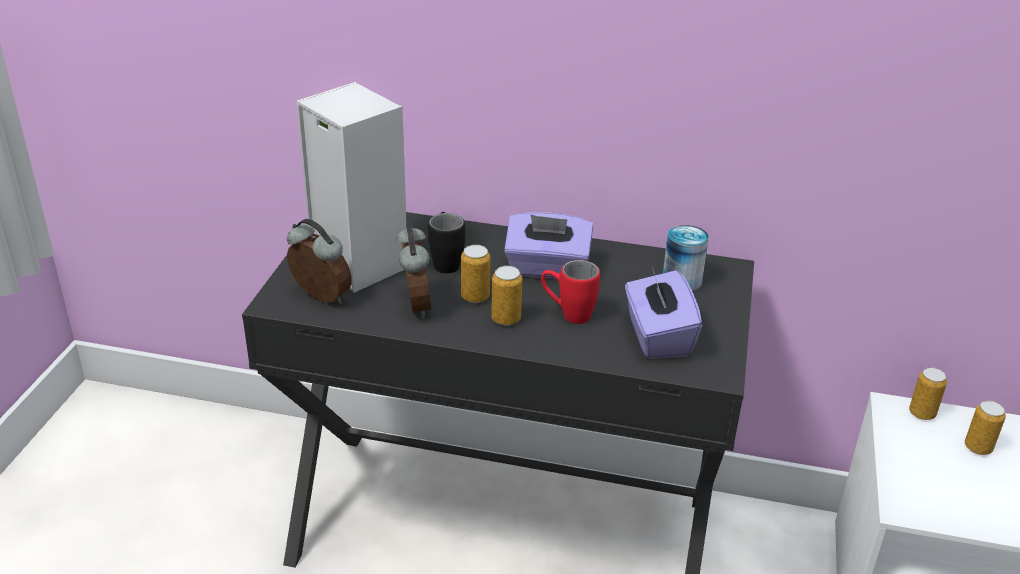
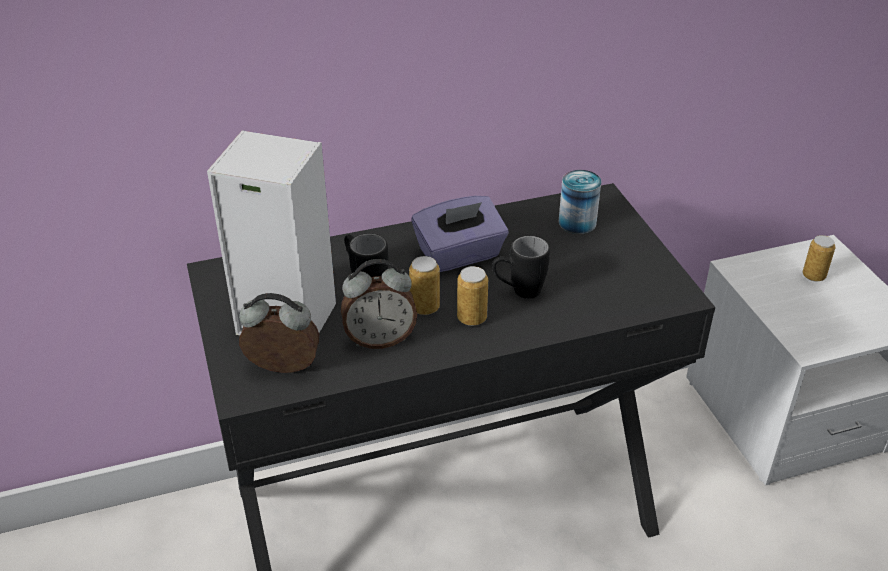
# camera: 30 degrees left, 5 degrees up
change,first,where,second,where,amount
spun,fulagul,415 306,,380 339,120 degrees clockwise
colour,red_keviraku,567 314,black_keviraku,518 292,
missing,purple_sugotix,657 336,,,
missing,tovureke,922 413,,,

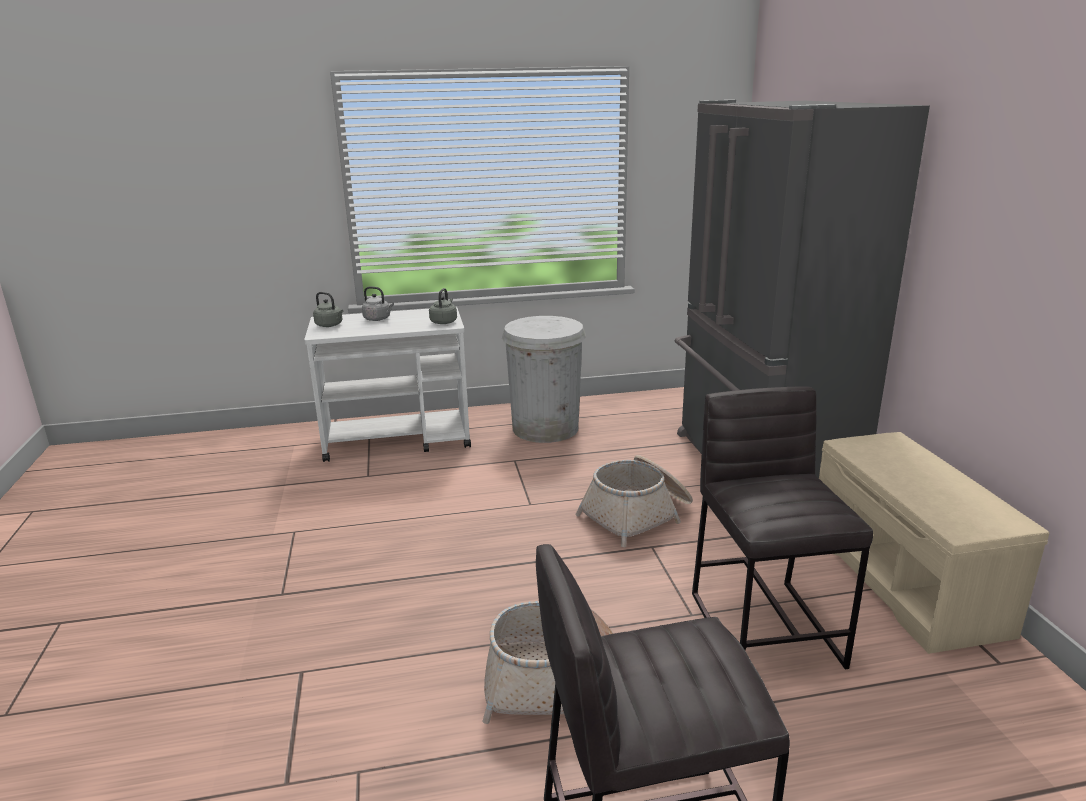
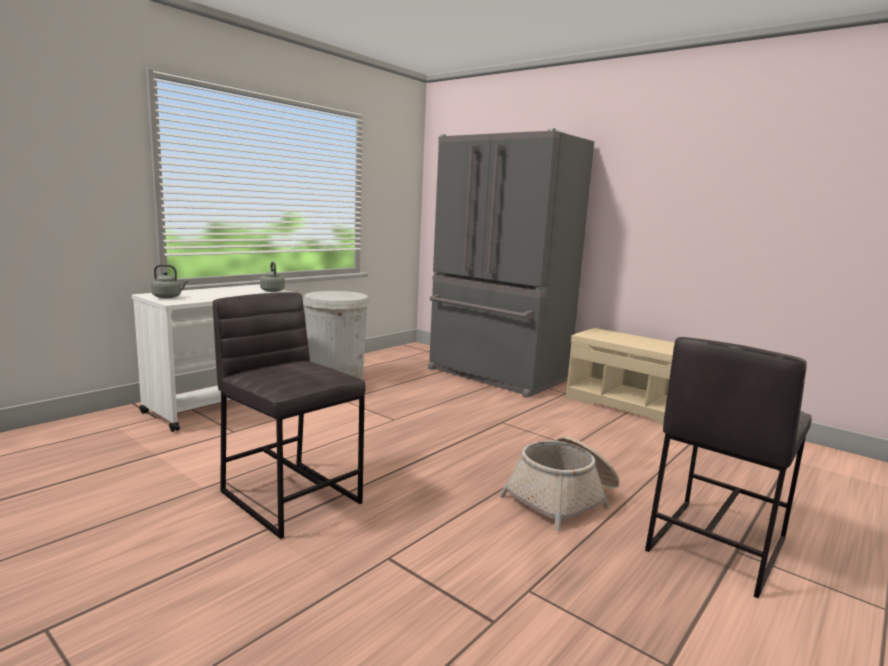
# camera: 40 degrees left, 10 degrees down
change,first,where,second,where,amount
missing,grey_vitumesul,378 319,,,
missing,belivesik,638 515,,,
relocated,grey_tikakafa,766 627,,291 496,

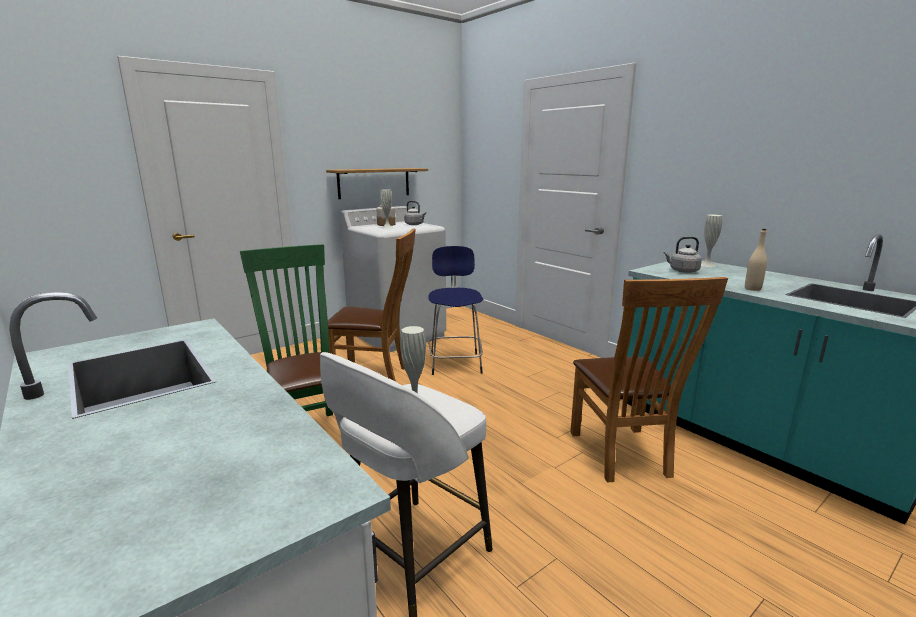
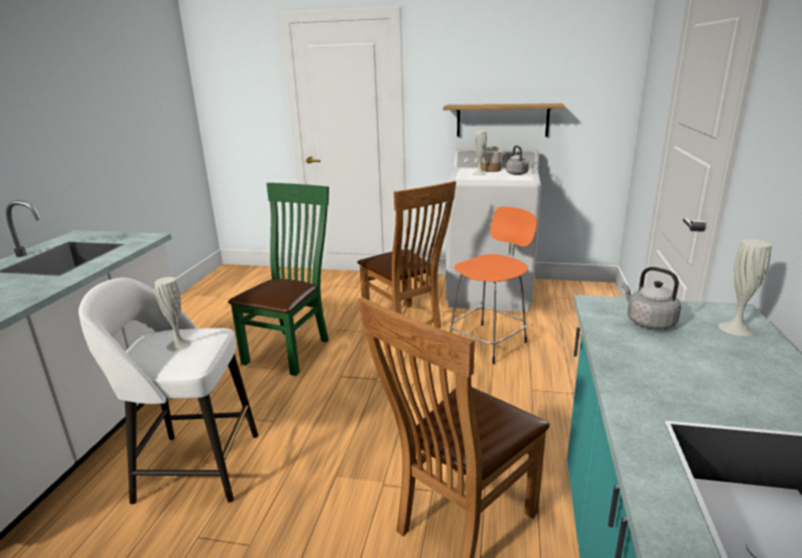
# camera: 50 degrees right, 5 degrees up
change,first,where,second,where,amount
colour,blue_tikakafa,455 362,orange_tikakafa,489 342,
missing,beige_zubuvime,752 289,,,

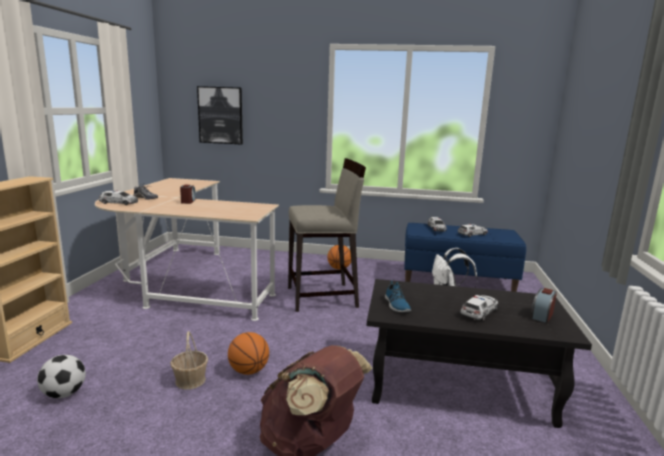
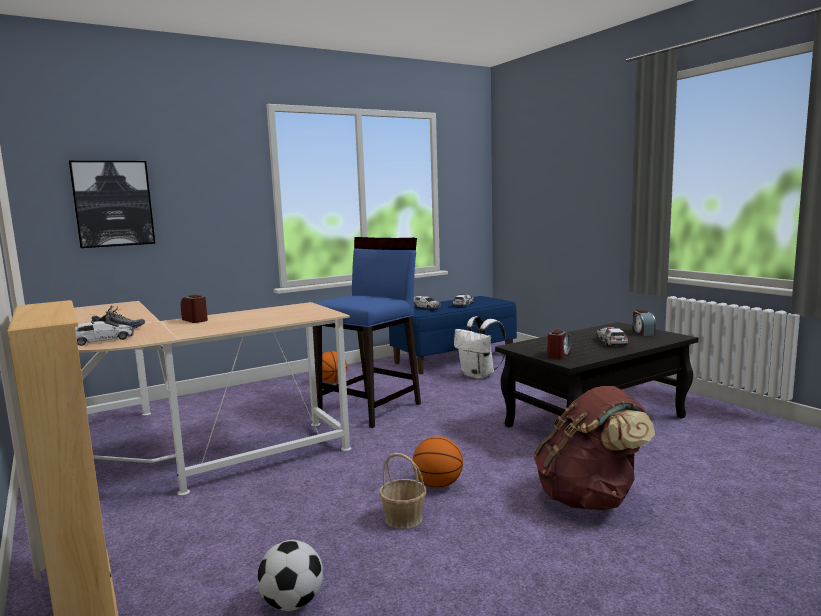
# camera: 40 degrees left, 5 degrees down
change,first,where,second,where,amount
colour,beige_tikakafa,323 297,blue_tikakafa,371 408,
exchanged,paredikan,396 305,fulagul,558 355,

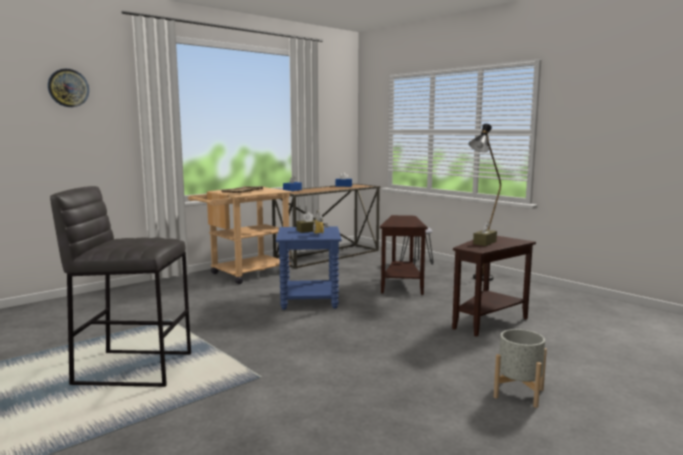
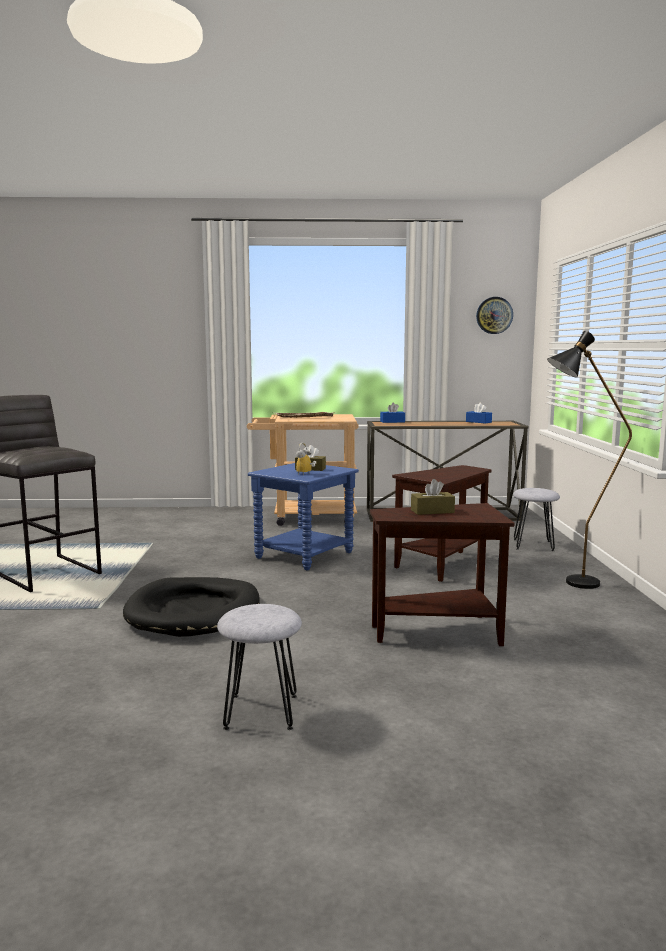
# camera: 40 degrees right, 0 degrees up
change,first,where,second,where,amount
relocated,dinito,68 88,,494 315,
exchanged,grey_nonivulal,518 393,grey_tikakafa,261 712,
appeared,,,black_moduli,194 612,

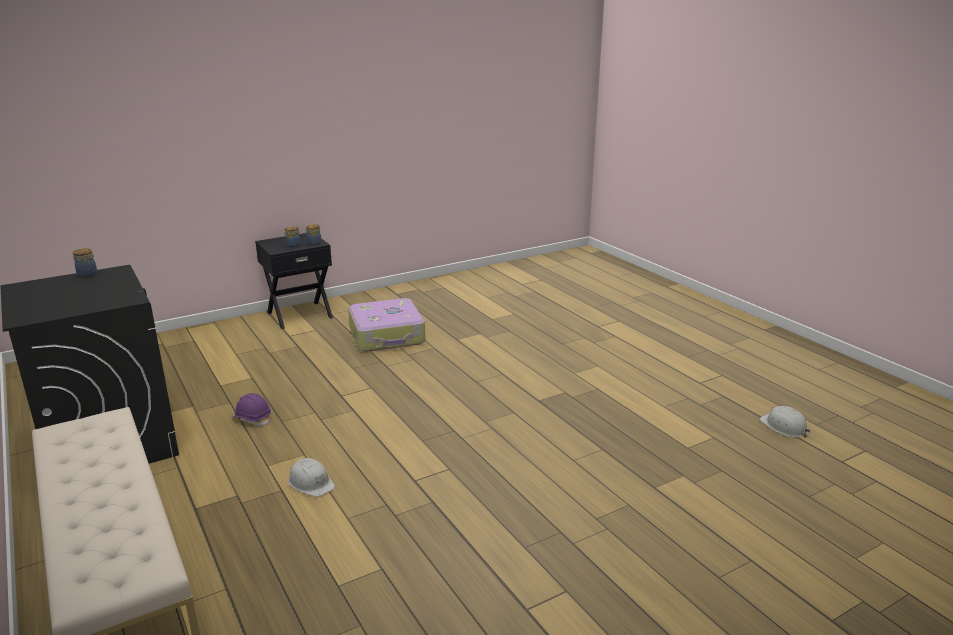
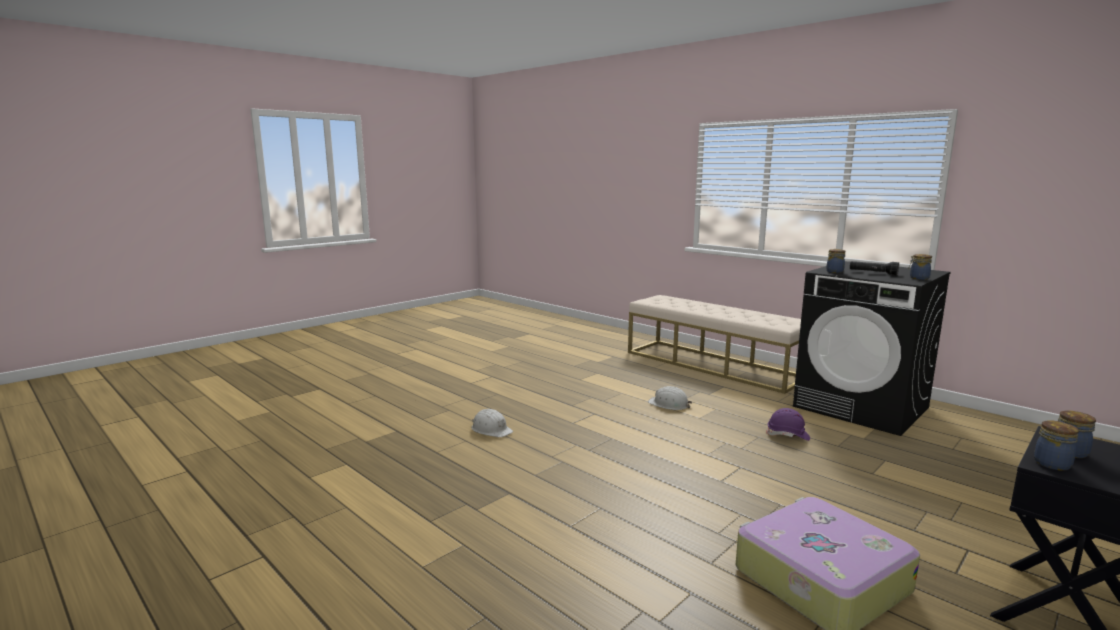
# camera: 165 degrees right, 10 degrees down
change,first,where,second,where,amount
relocated,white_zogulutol,784 426,,491 429,
appeared,,,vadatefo,834 271,
appeared,,,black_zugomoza,873 273,

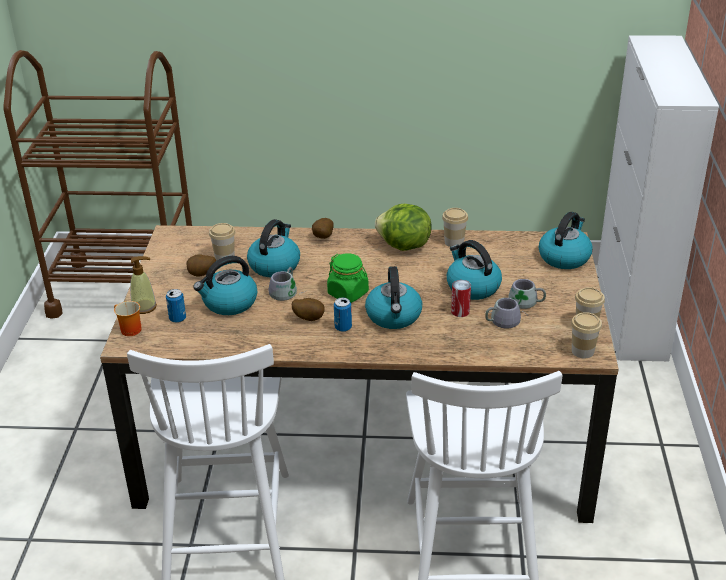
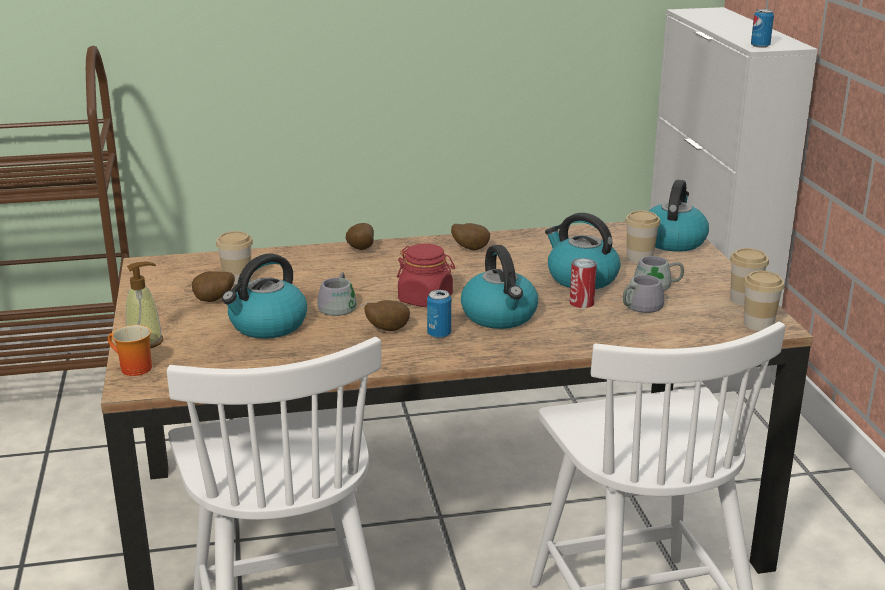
# camera: 15 degrees left, 10 degrees down
change,first,where,second,where,amount
relocated,tovureke,177 319,,760 46,
missing,vitumesul,274 265,,,
colour,green_vadatefo,348 293,red_vadatefo,426 299,
exchanged,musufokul,403 246,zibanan,470 249,
relocated,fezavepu,454 242,,639 258,

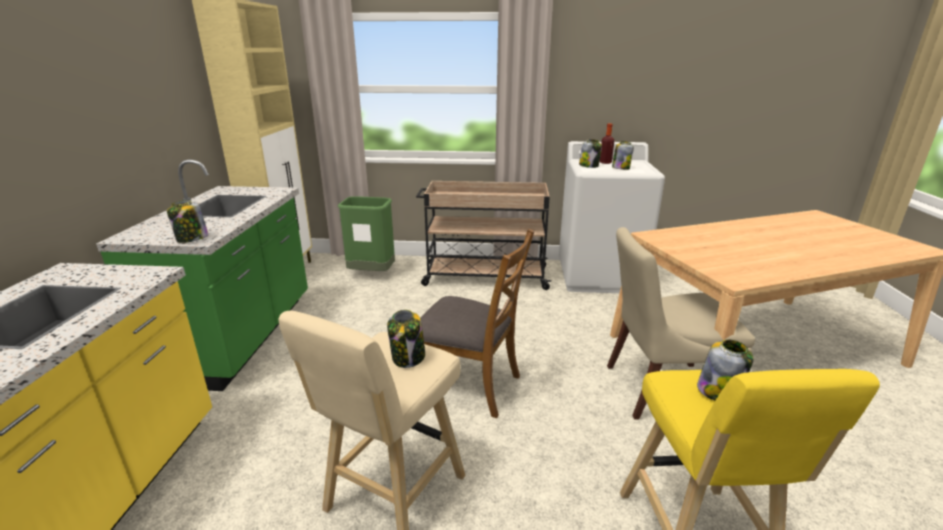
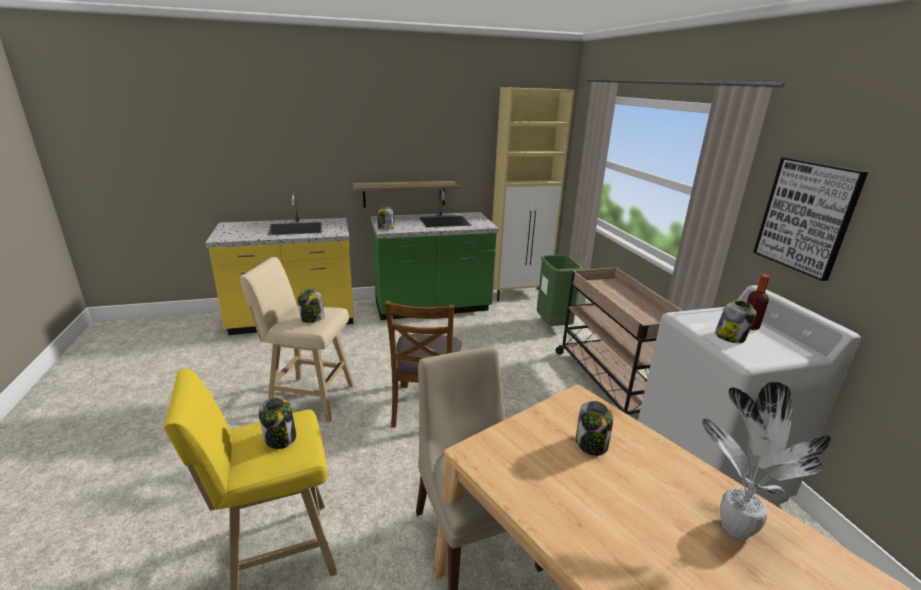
# camera: 70 degrees right, 0 degrees up
change,first,where,second,where,amount
relocated,vadatefo,589 166,,591 444,
appeared,,,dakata,404 194,
appeared,,,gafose,733 528,
appeared,,,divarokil,806 216,

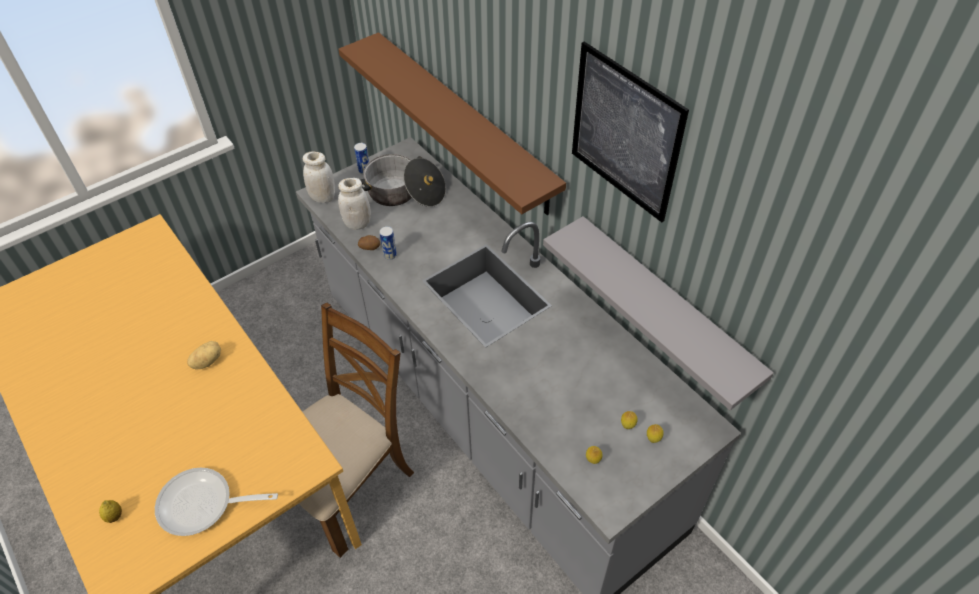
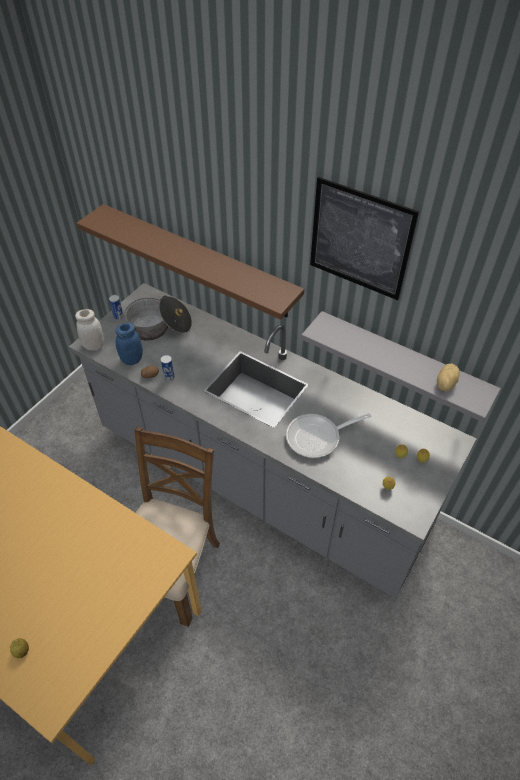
# camera: 20 degrees left, 0 degrees up
change,first,where,second,where,amount
relocated,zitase,203 505,,317 437,
relocated,zibanan,207 361,,444 384,
colour,white_vadatefo,357 223,blue_vadatefo,132 359,

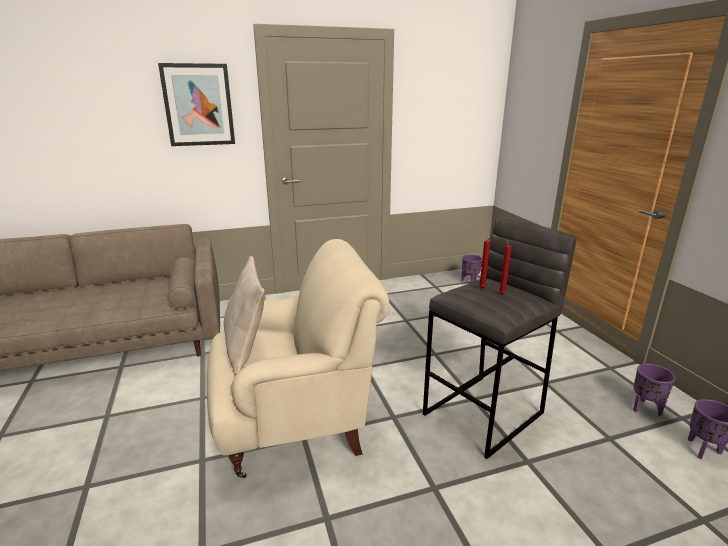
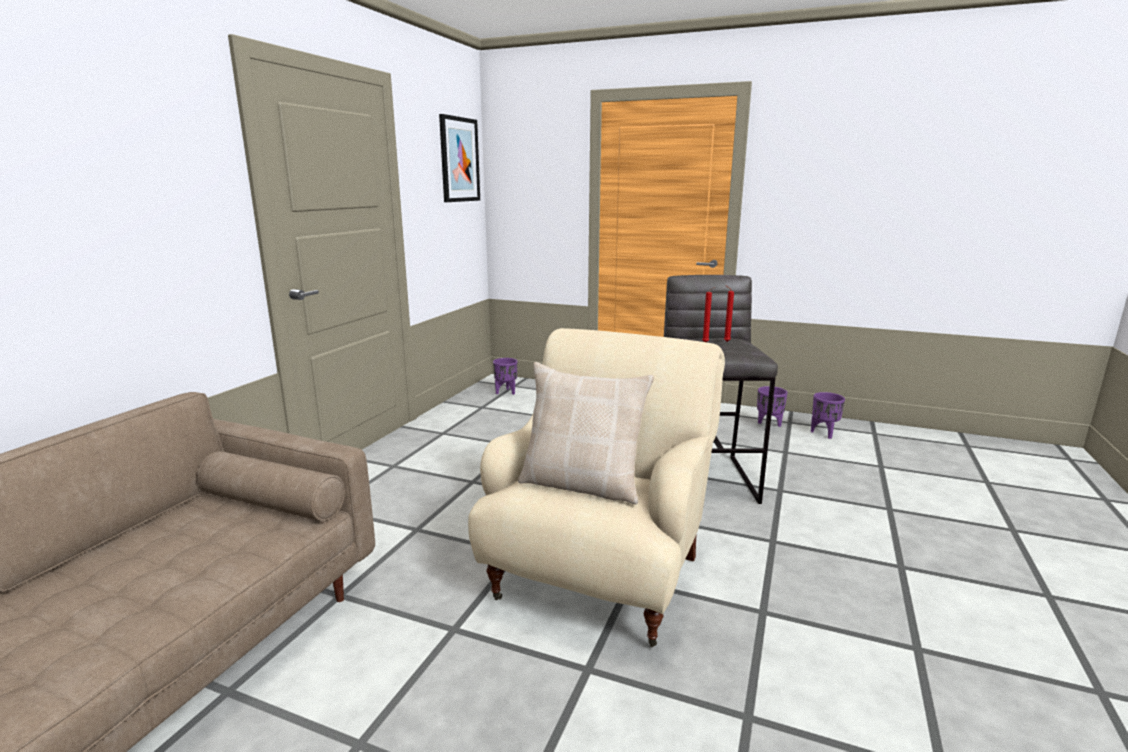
# camera: 50 degrees left, 5 degrees down
change,first,where,second,where,amount
relocated,divarokil,198 105,,459 160,

